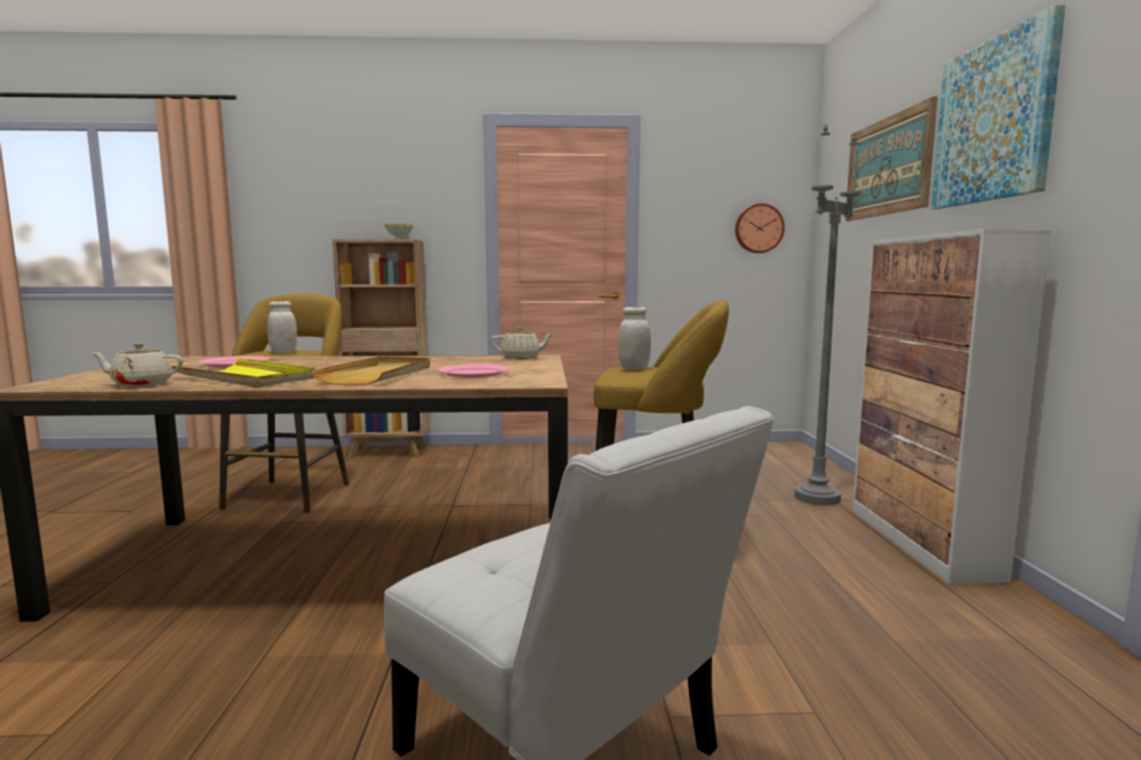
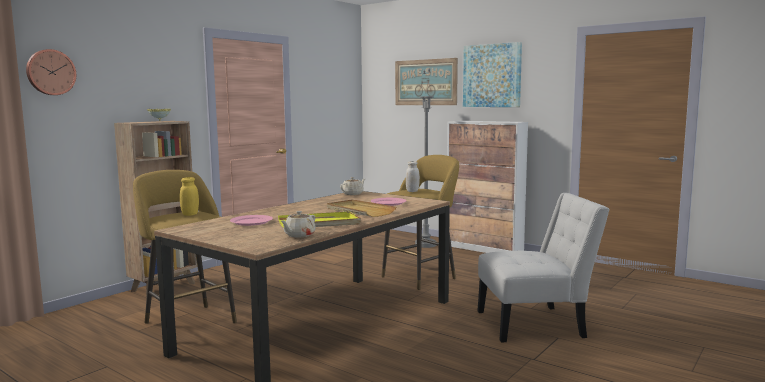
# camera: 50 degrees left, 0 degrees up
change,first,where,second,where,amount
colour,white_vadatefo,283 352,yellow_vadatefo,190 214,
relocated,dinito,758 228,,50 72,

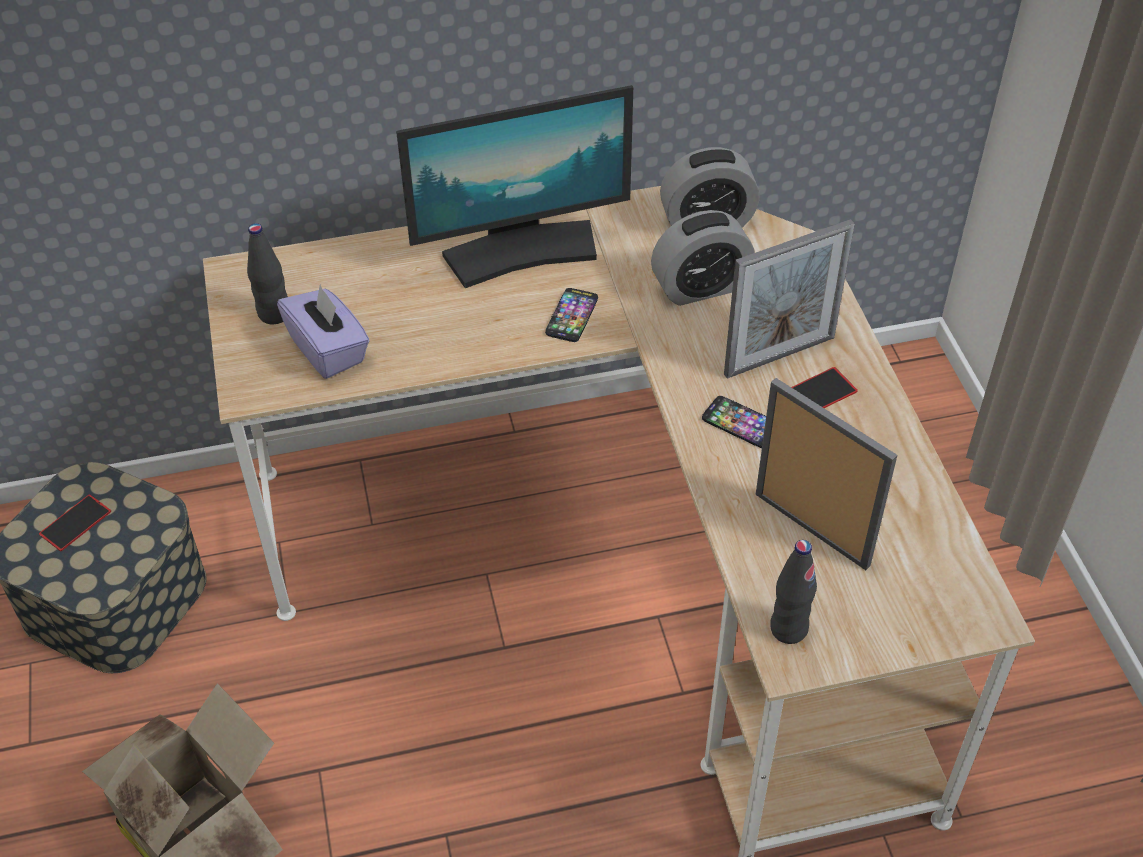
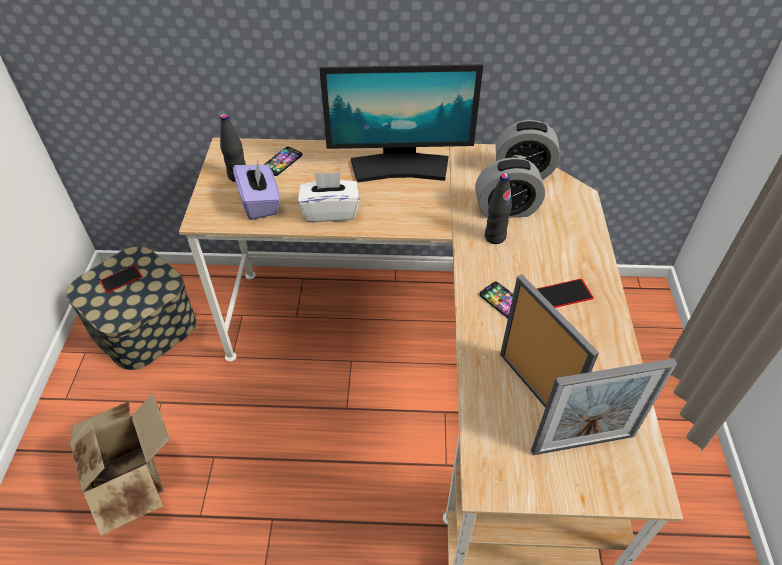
# camera: 15 degrees right, 0 degrees up
change,first,where,second,where,amount
relocated,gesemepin,572 316,,282 162,
relocated,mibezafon,779 356,,583 443,
relocated,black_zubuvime,788 629,,495 237,
appeared,,,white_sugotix,330 211,

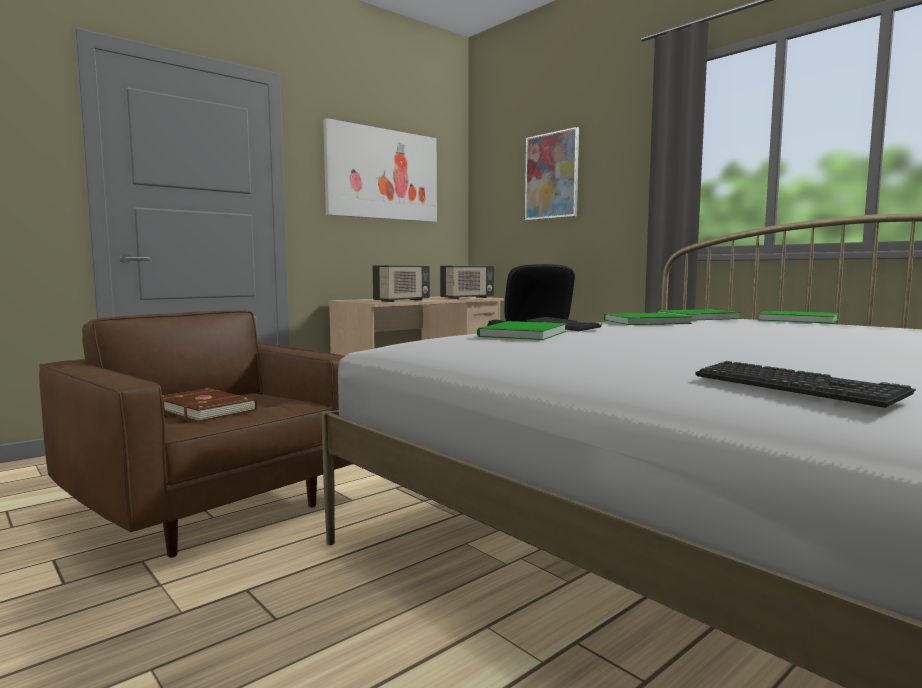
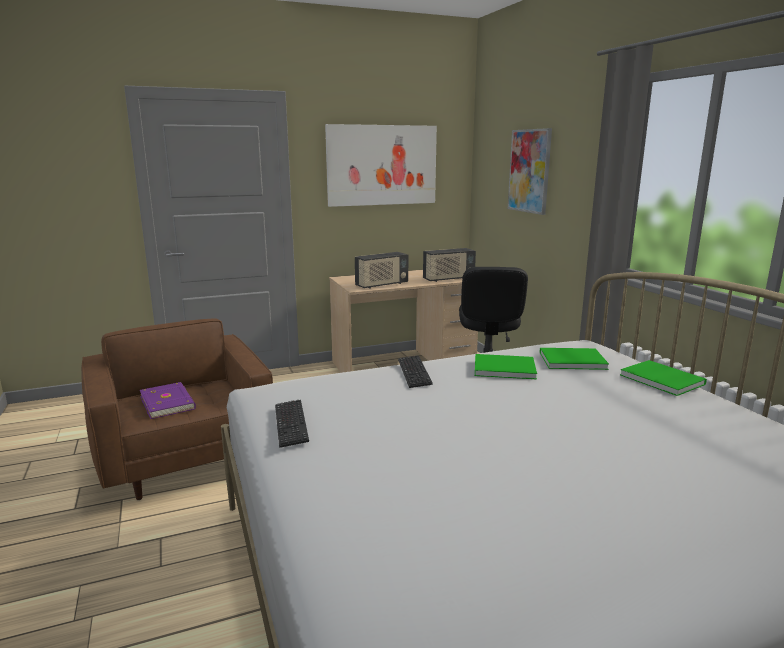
# camera: 20 degrees right, 10 degrees up
change,first,where,second,where,amount
colour,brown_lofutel,206 409,purple_lofutel,168 402,
missing,green_lofutel,520 334,,,
relocated,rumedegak,793 387,,291 424,

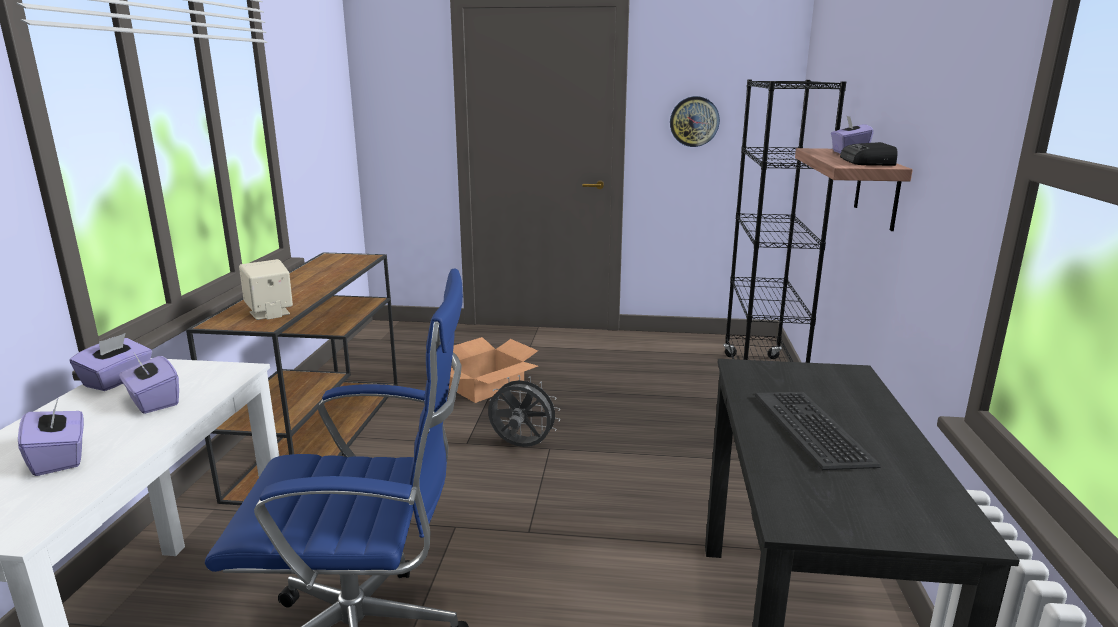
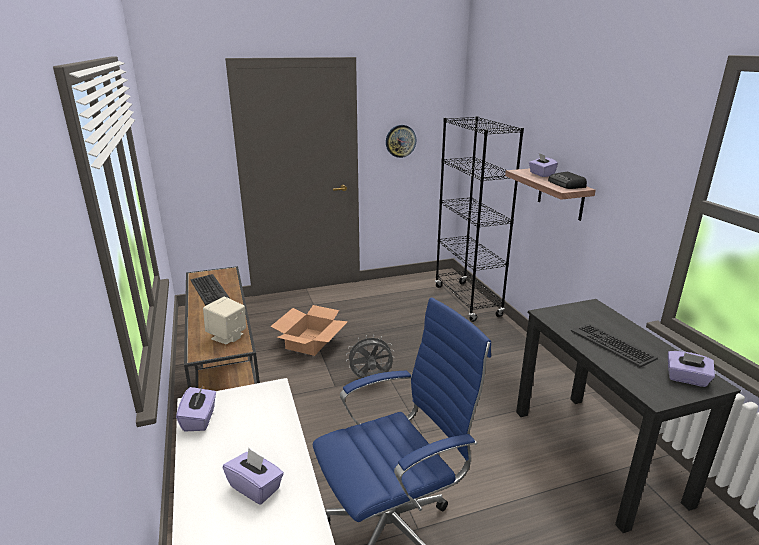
# camera: 25 degrees left, 5 degrees up
change,first,where,second,where,amount
relocated,purple_sugotix,153 401,,686 379,
appeared,,,rumedegak,208 290,

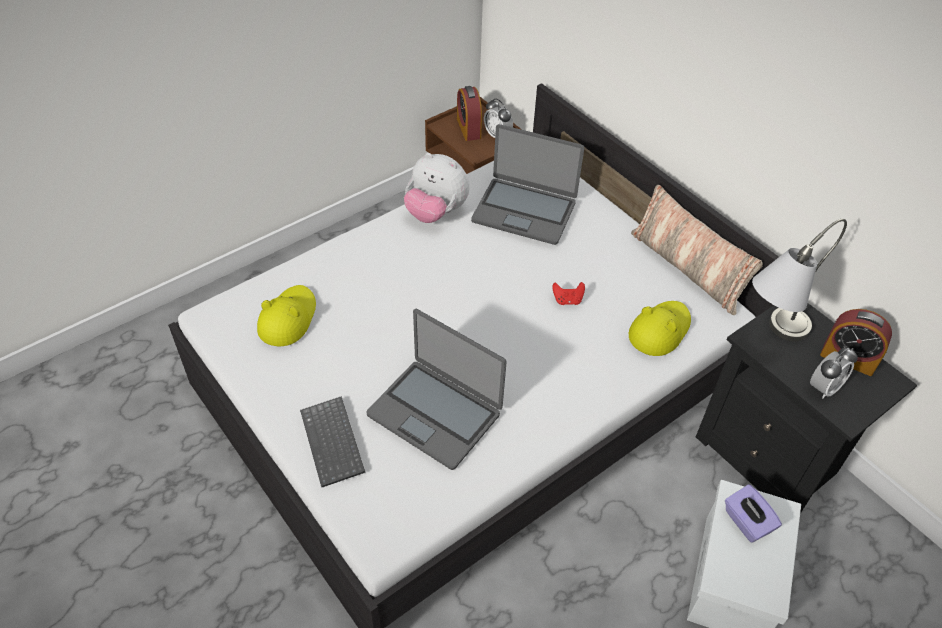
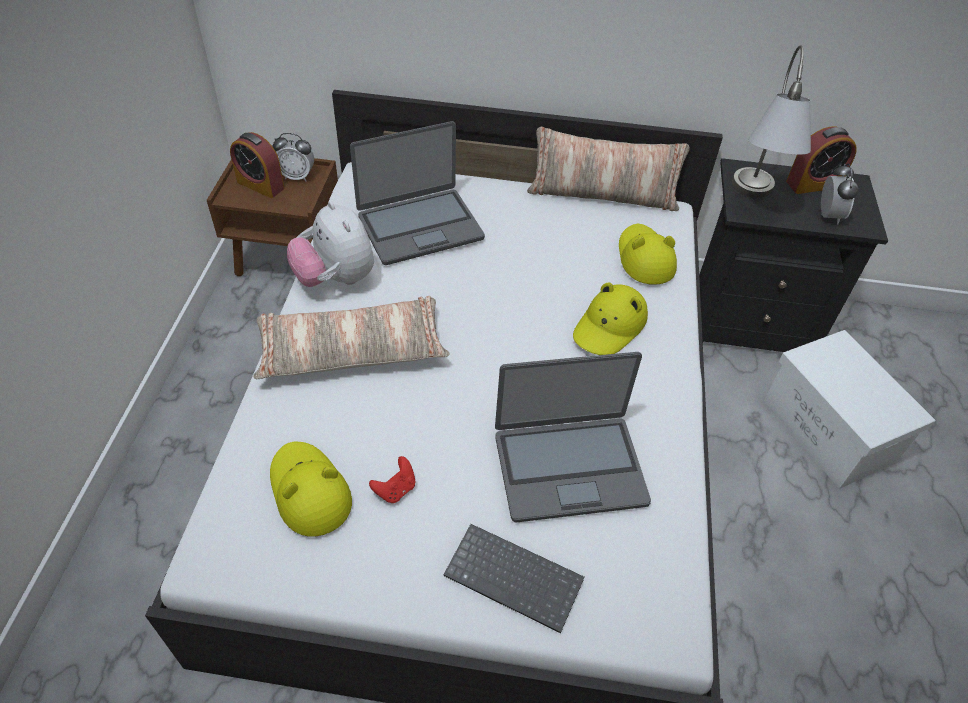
# camera: 45 degrees left, 0 degrees up
change,first,where,second,where,amount
spun,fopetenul,436 212,,335 278,75 degrees clockwise
relocated,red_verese,567 300,,395 489,
missing,purple_sugotix,746 522,,,
appeared,,,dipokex,352 350,
appeared,,,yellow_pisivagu,609 326,

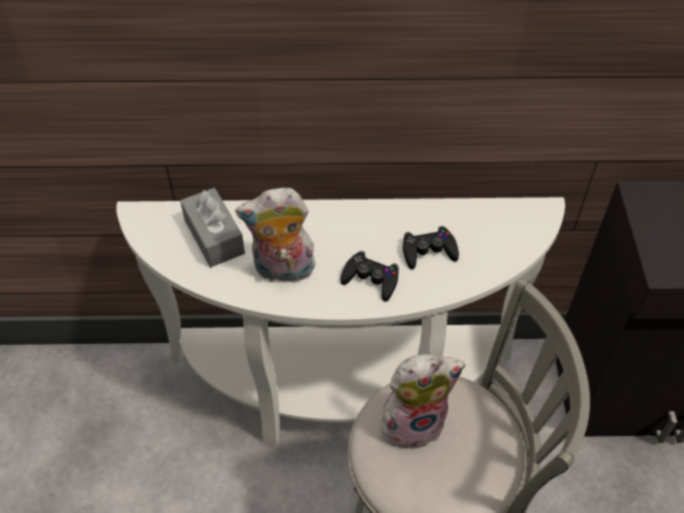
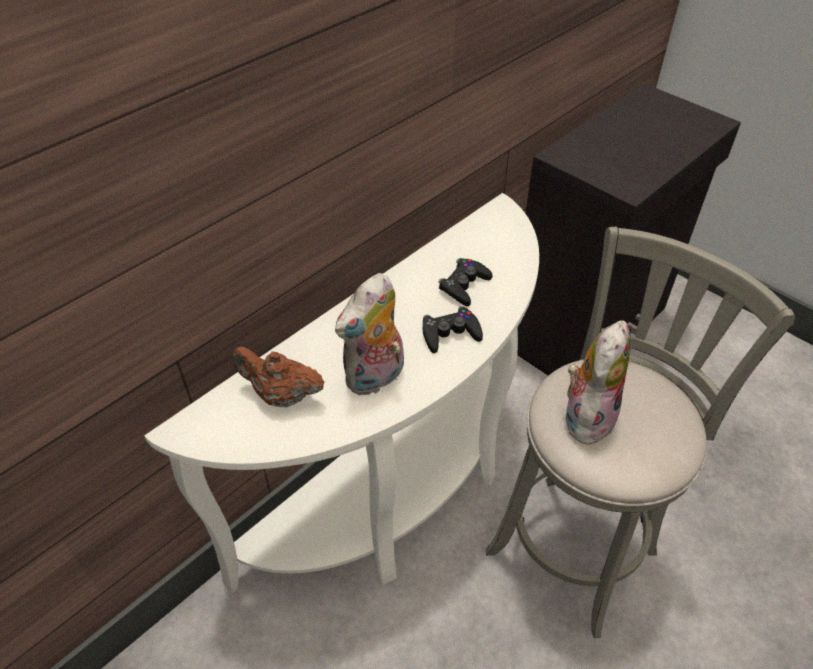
# camera: 45 degrees left, 5 degrees down
change,first,where,second,where,amount
exchanged,grey_sugotix,214 236,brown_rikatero,281 395,

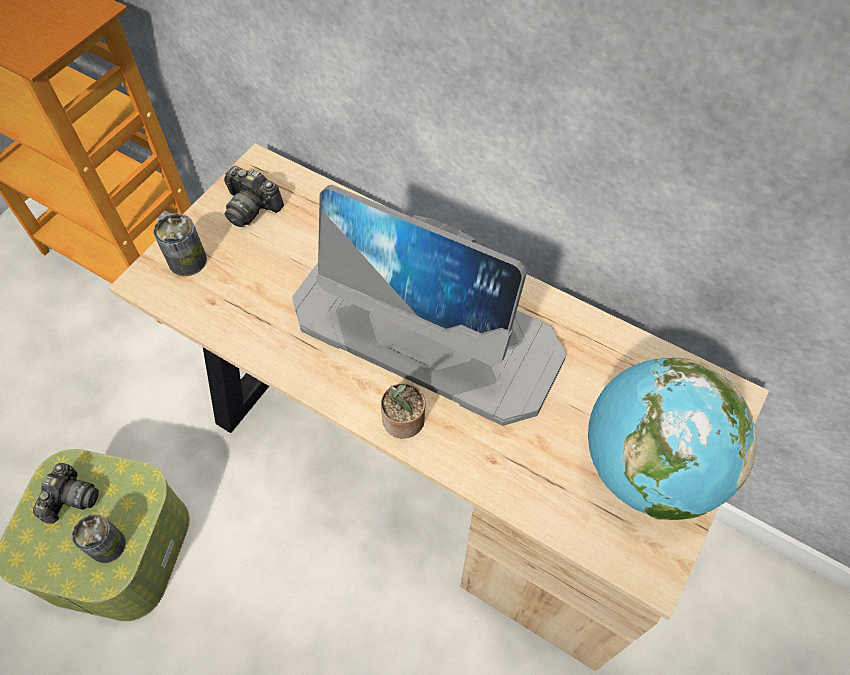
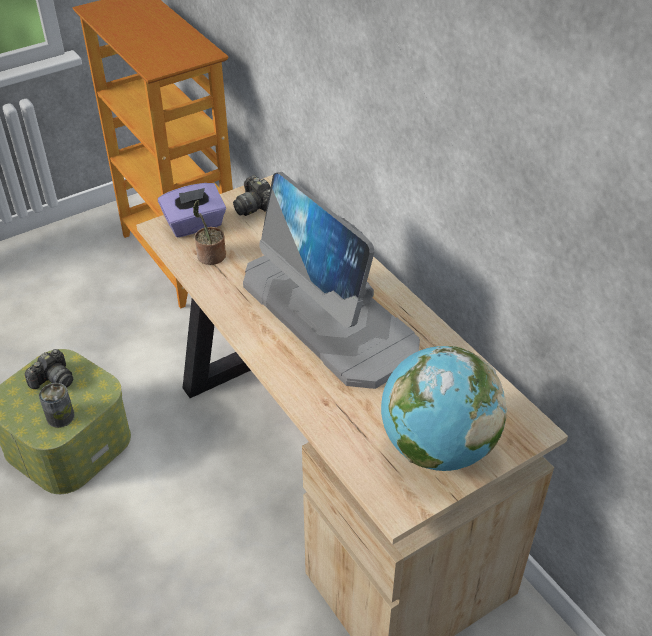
# camera: 25 degrees right, 15 degrees down
change,first,where,second,where,amount
exchanged,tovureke,187 261,purple_sugotix,195 225,
relocated,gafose,403 422,,210 257,

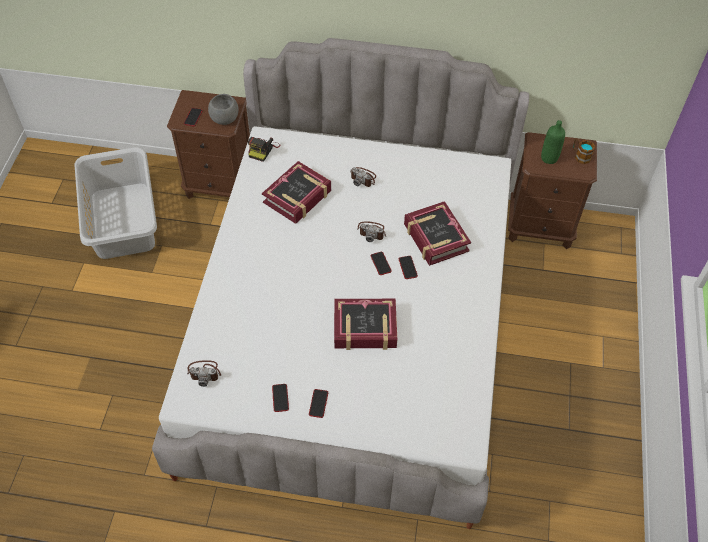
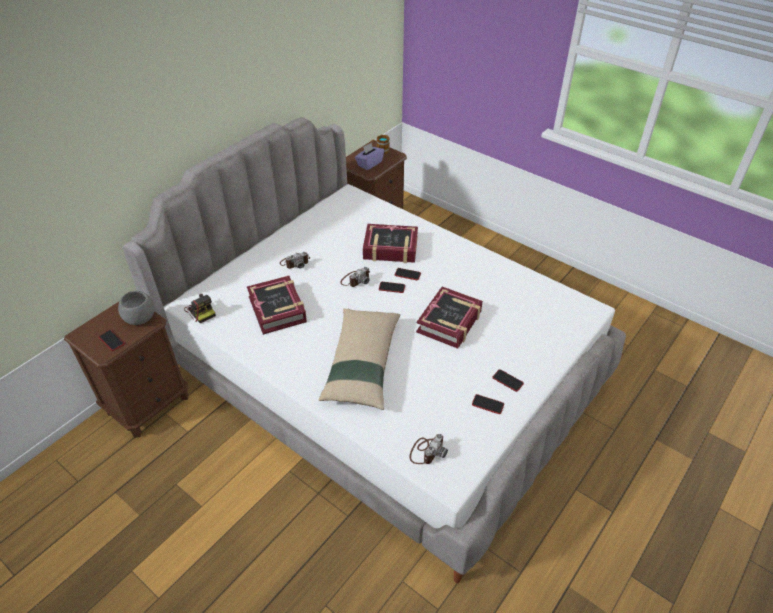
# camera: 60 degrees left, 10 degrees down
change,first,where,second,where,amount
missing,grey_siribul,123 220,,,
exchanged,green_zubuvime,549 158,purple_sugotix,369 164,
appeared,,,beige_dipokex,362 364,

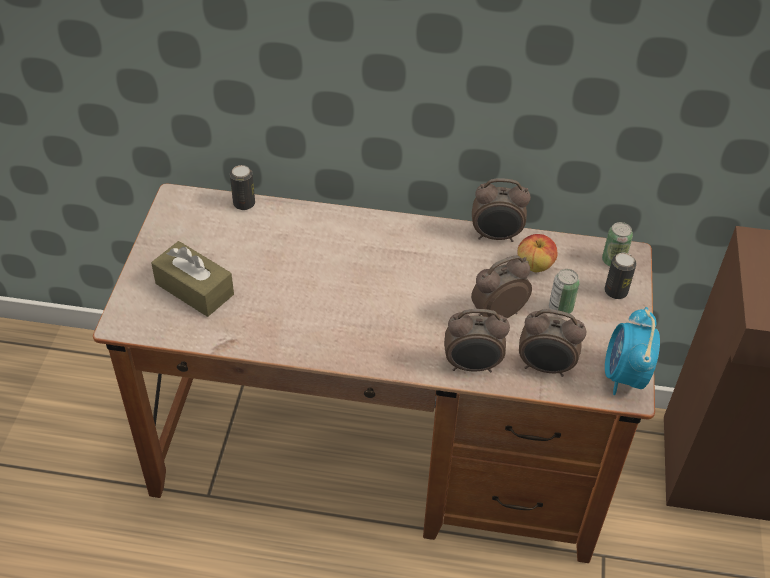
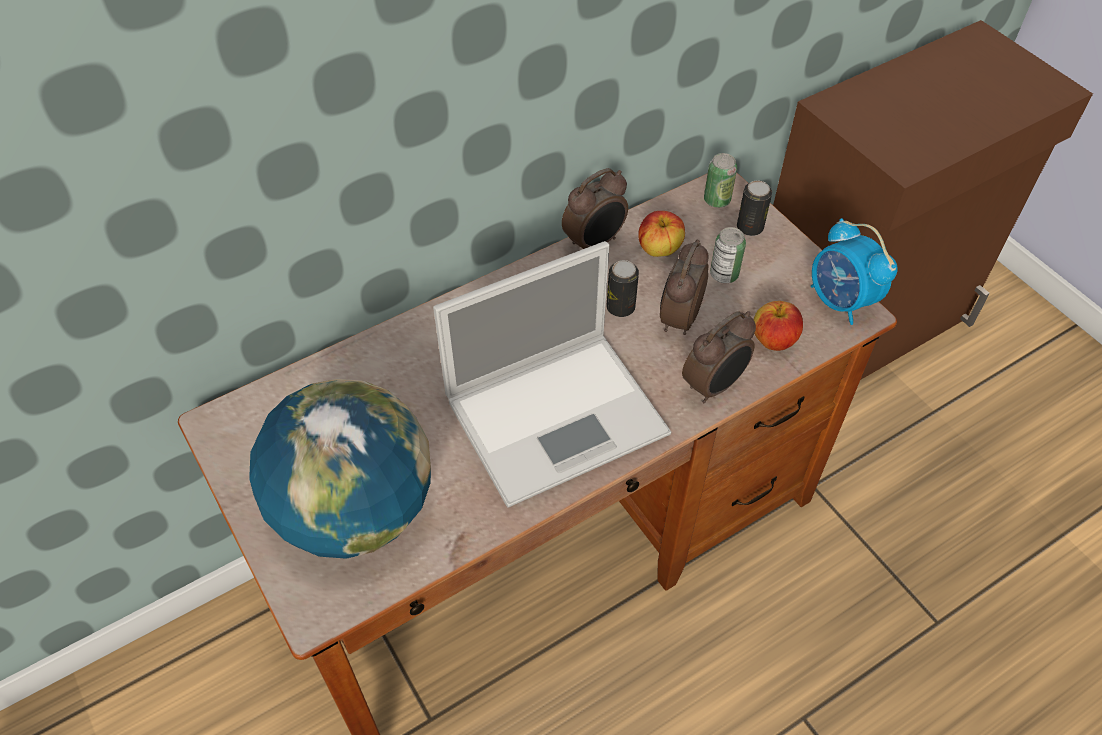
# camera: 40 degrees left, 5 degrees up
change,first,where,second,where,amount
exchanged,brown_sugotix,194 289,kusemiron,355 511,
relocated,tovureke,244 203,,620 307,
exchanged,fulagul,545 367,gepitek,773 340,
appeared,,,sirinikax,559 414,

